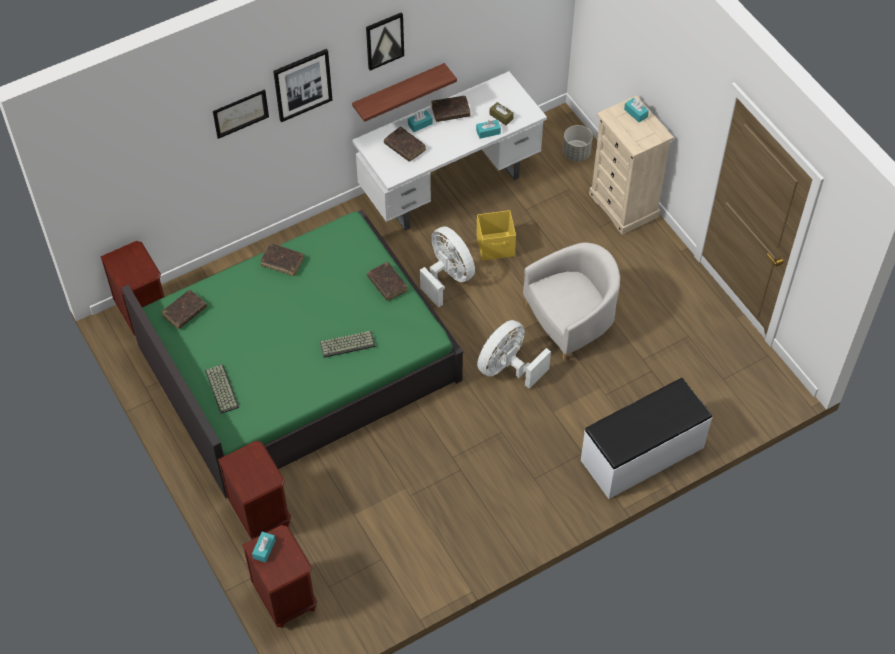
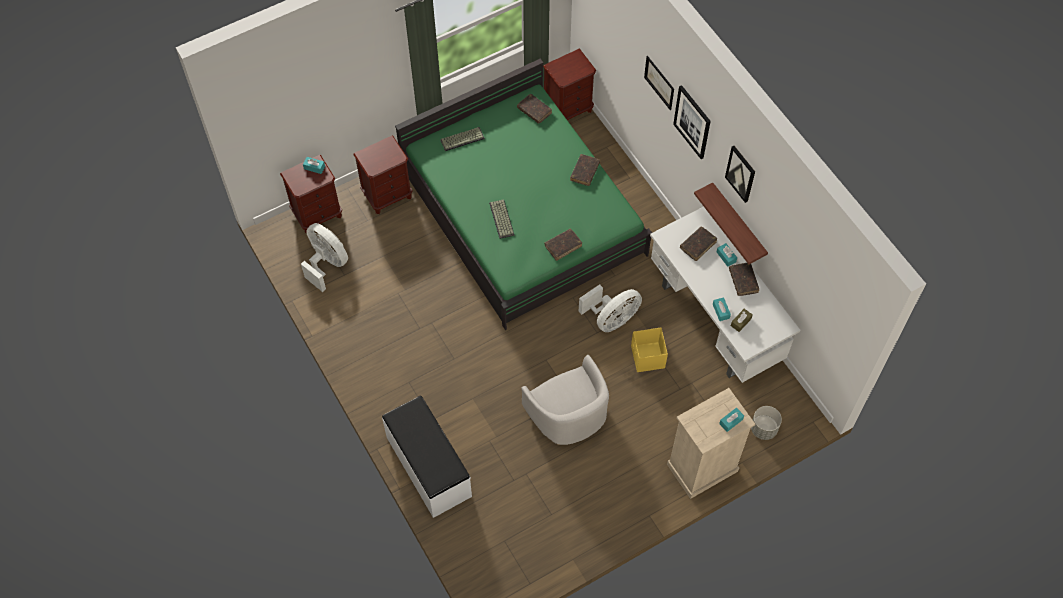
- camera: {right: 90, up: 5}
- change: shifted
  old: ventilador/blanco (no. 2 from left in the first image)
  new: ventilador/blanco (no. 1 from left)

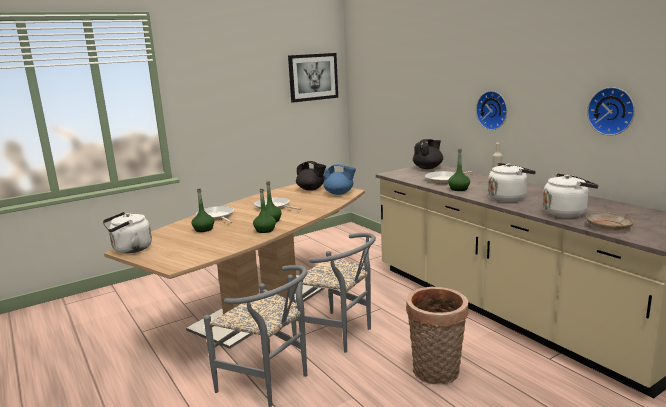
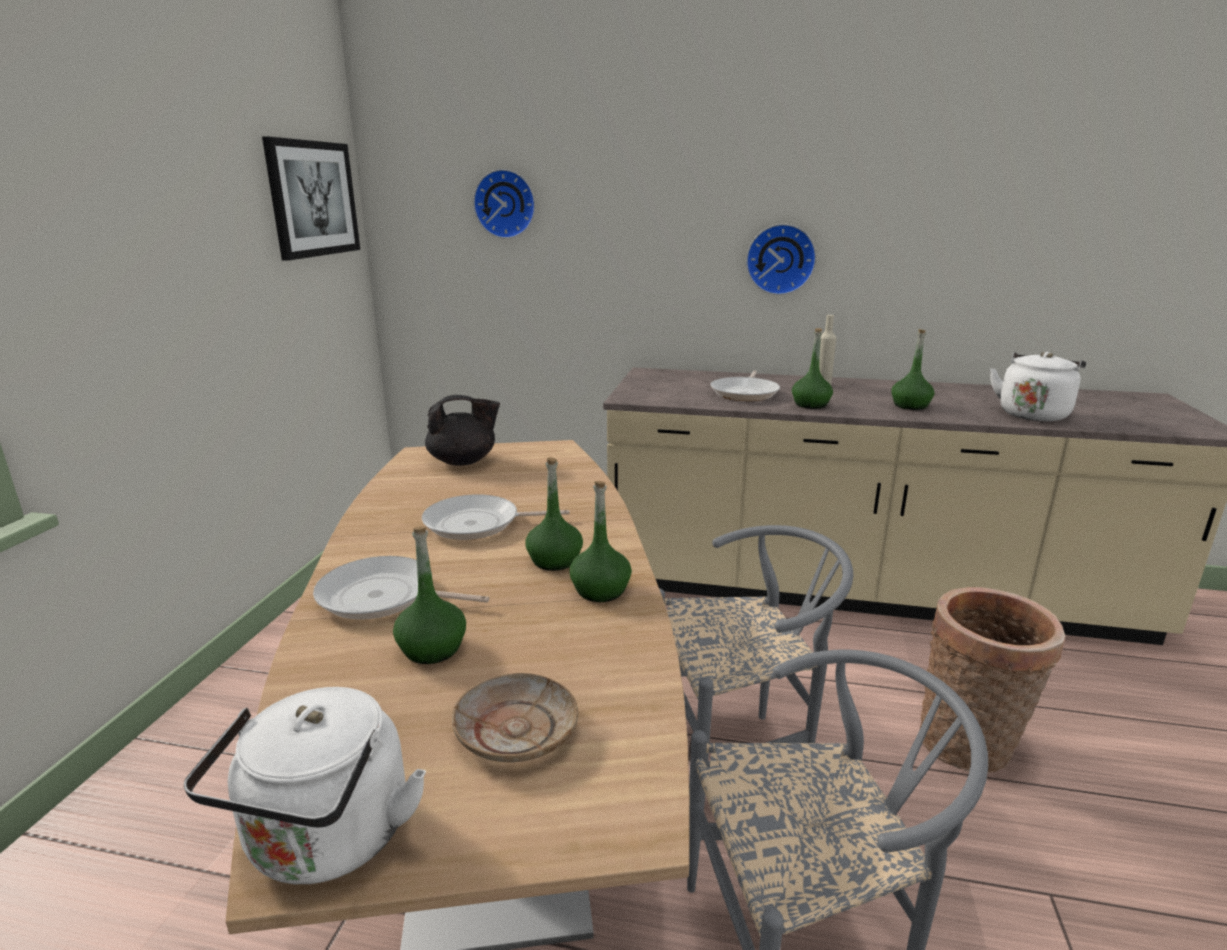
- camera: {right: -45, up: 5}
- change: gone
  old: tetera/azul
- change: gone
  old: tetera/negro (no. 2 from left)
- change: shifted
  old: plato/beis
- change: shifted
  old: reloj de pared (no. 2 from left in the first image)
  new: reloj de pared (no. 1 from left)
- change: swapped
  old: hervidor/blanco (no. 2 from left)
  new: botella/verde (no. 5 from left)

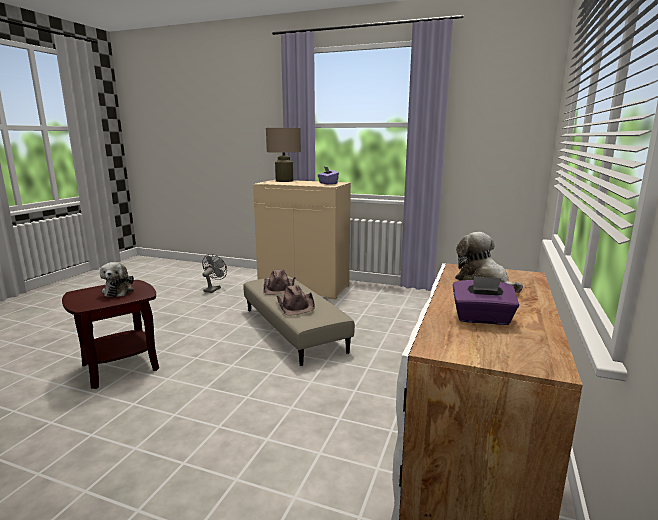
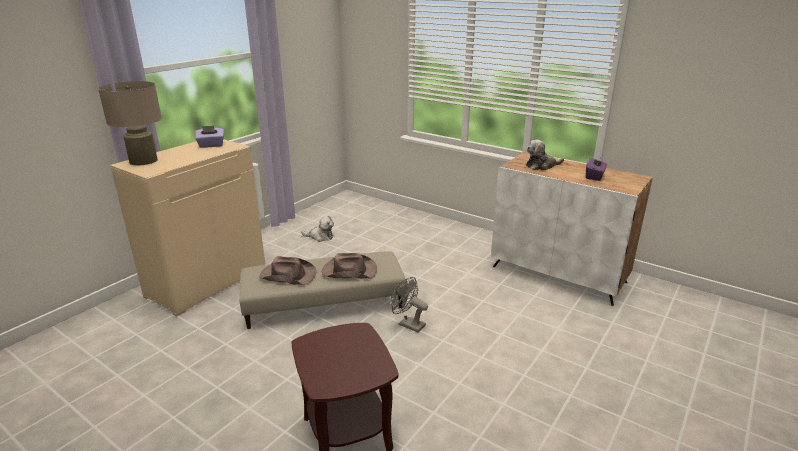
- camera: {right: -75, up: 10}
- change: shifted
  old: peluche (no. 1 from left)
- change: shifted
  old: ventilador/gris

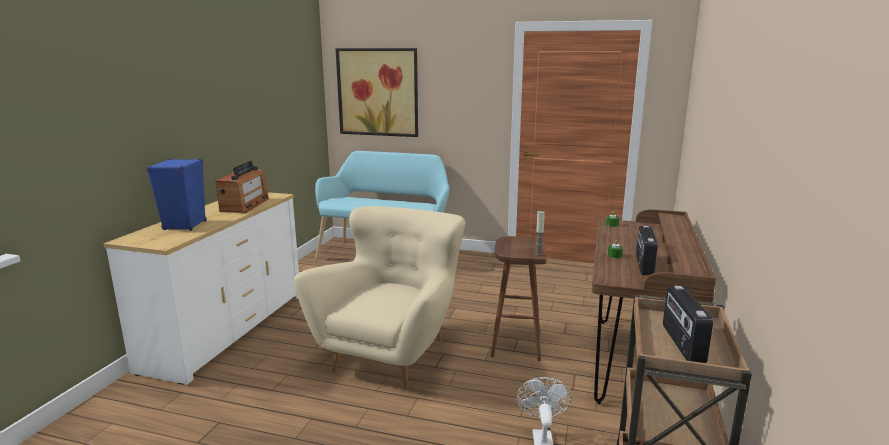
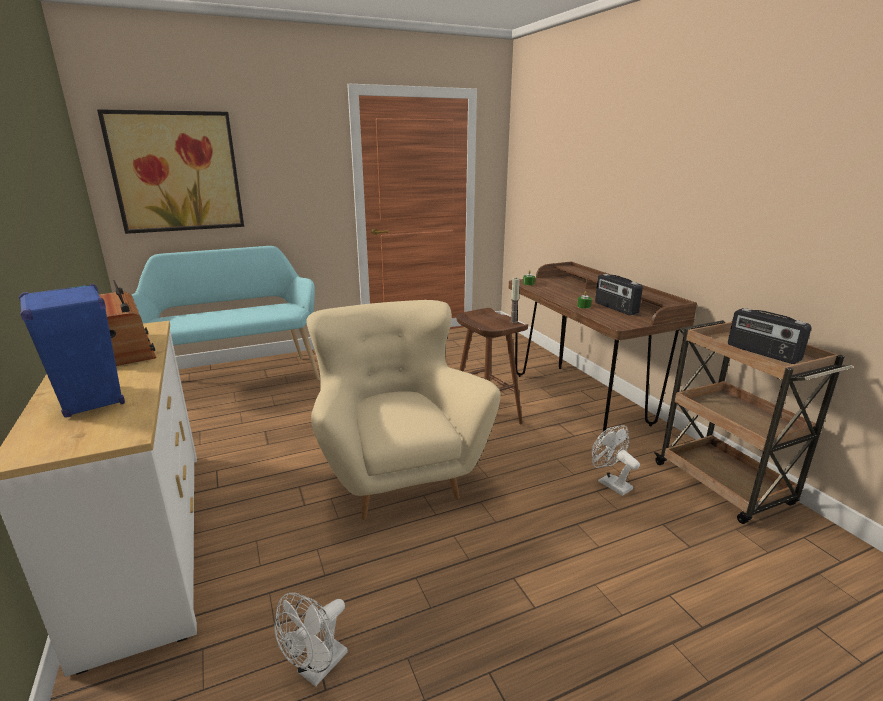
- camera: {right: -40, up: 5}
- change: new
  new: ventilador/blanco (no. 1 from left)

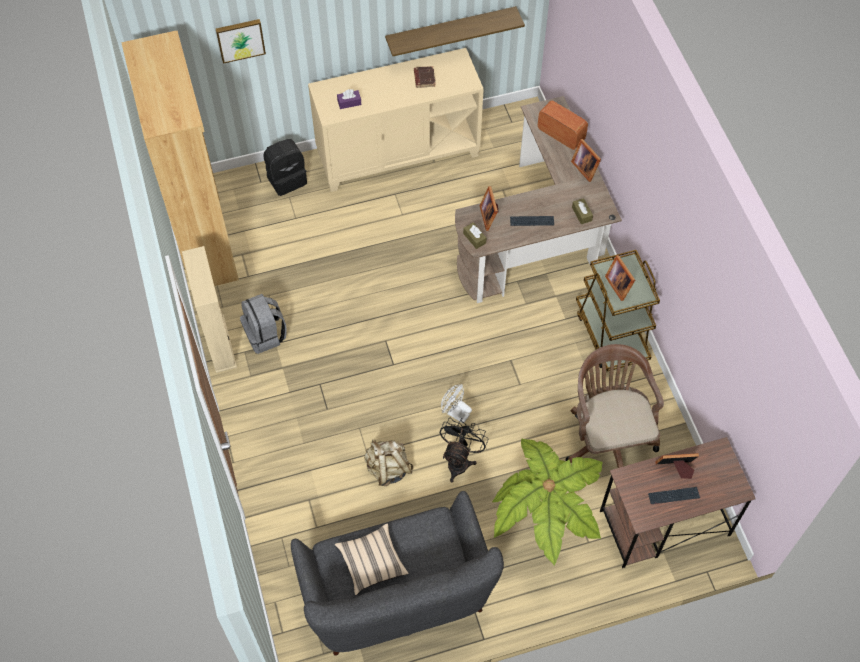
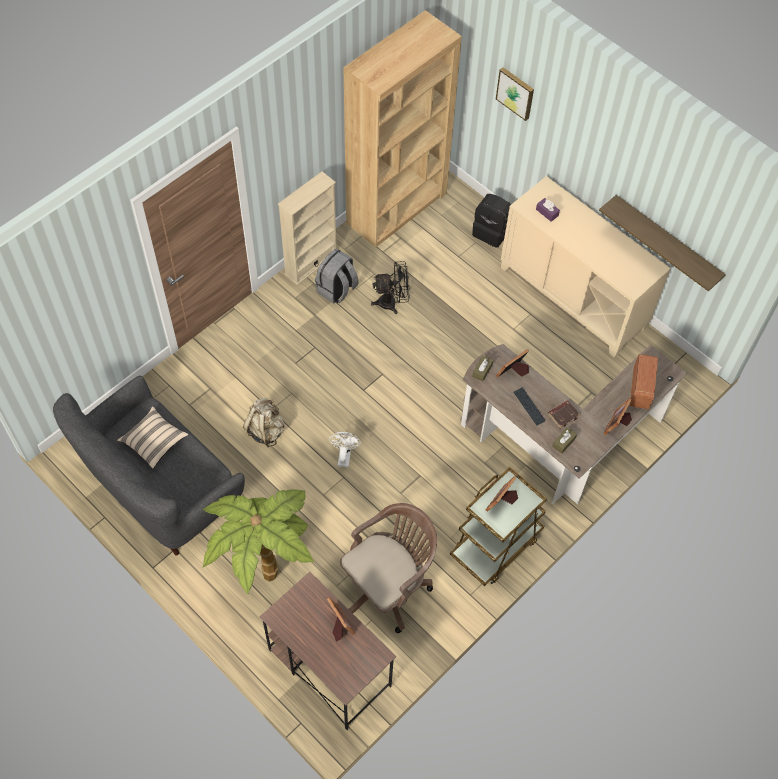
- camera: {right: 60, up: 0}
- change: gone
  old: teclado (no. 2 from left)
- change: shifted
  old: libro/marrón
- change: shifted
  old: ventilador/negro

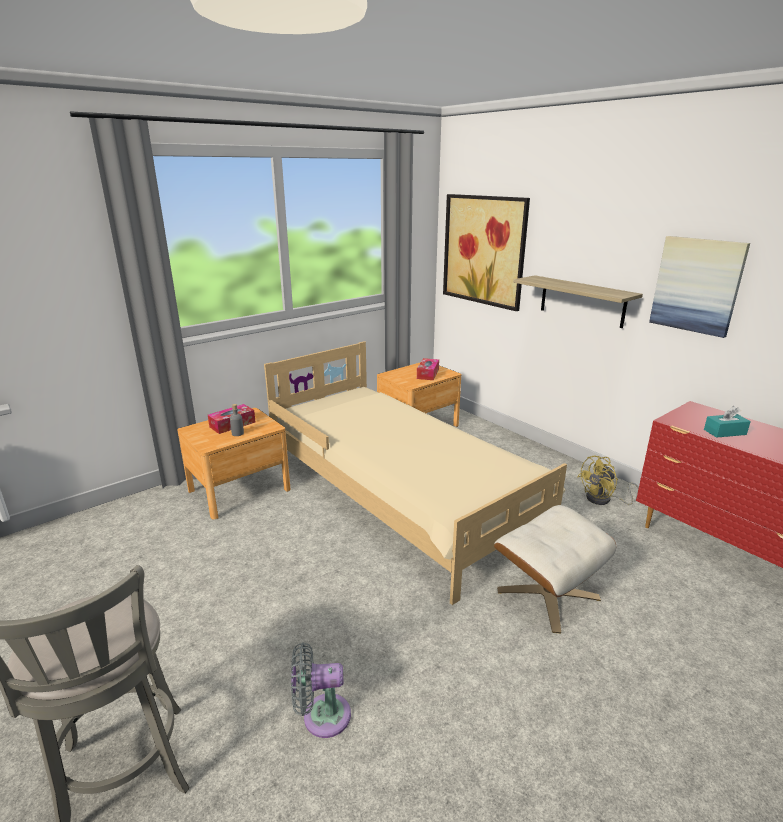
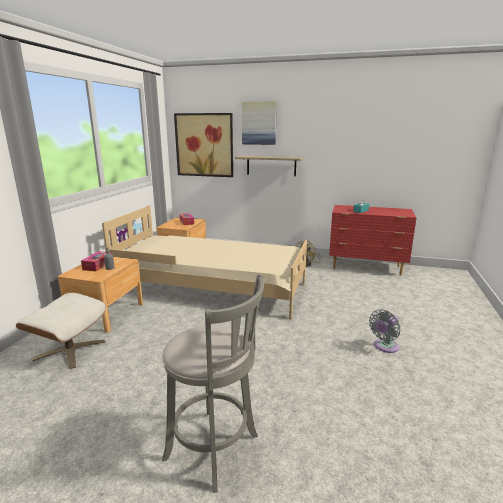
- camera: {right: -35, up: -5}
- change: shifted
  old: ventilador/gris
- change: shifted
  old: puf/beis
- change: shifted
  old: cuadro (no. 2 from left)

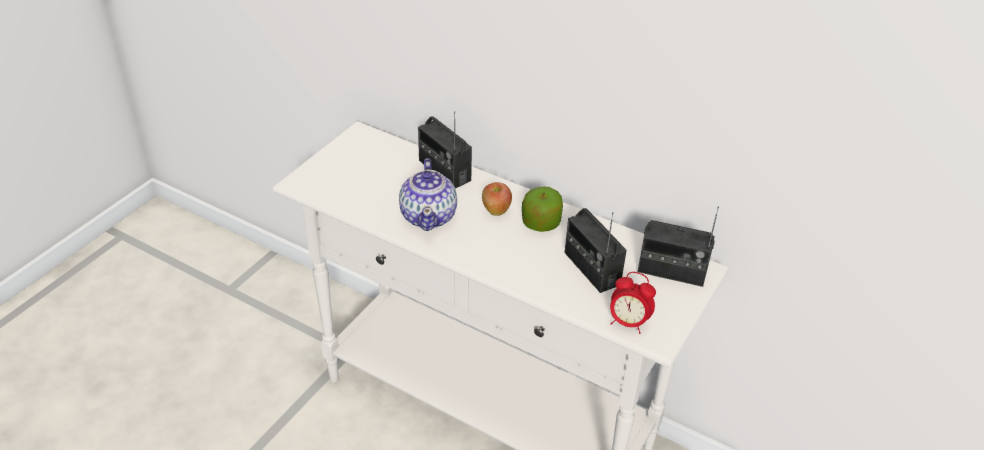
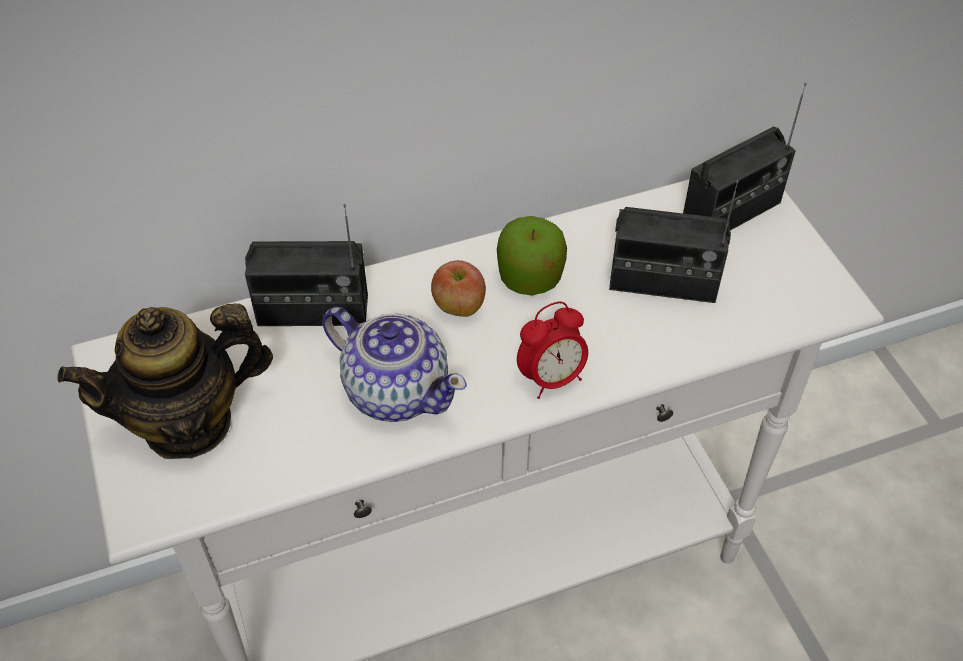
- camera: {right: -50, up: 10}
- change: new
  new: tetera (no. 1 from left)
- change: shifted
  old: despertador

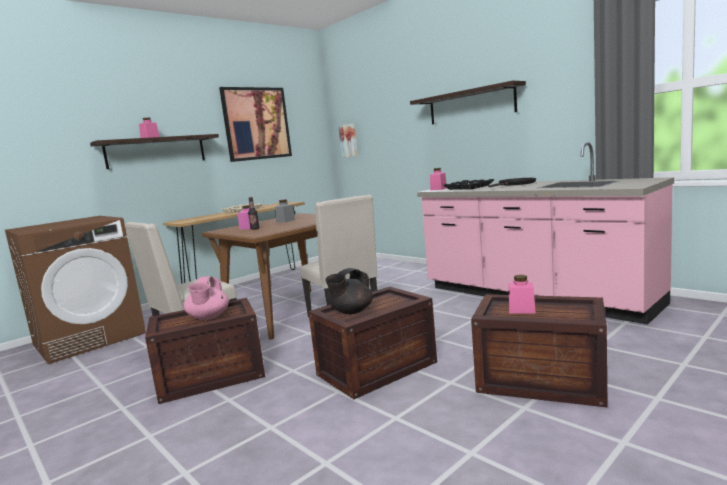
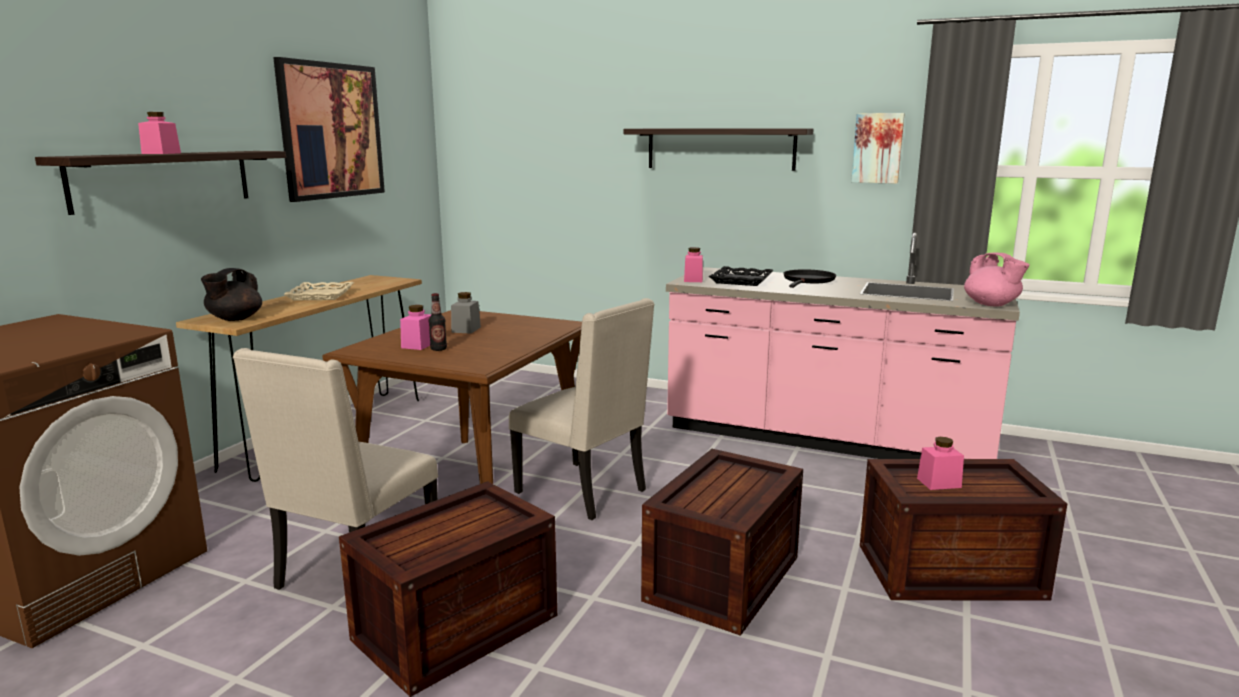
- camera: {right: -25, up: 5}
- change: shifted
  old: tetera/rosa
- change: shifted
  old: tetera/negro
- change: shifted
  old: cuadro (no. 2 from left)

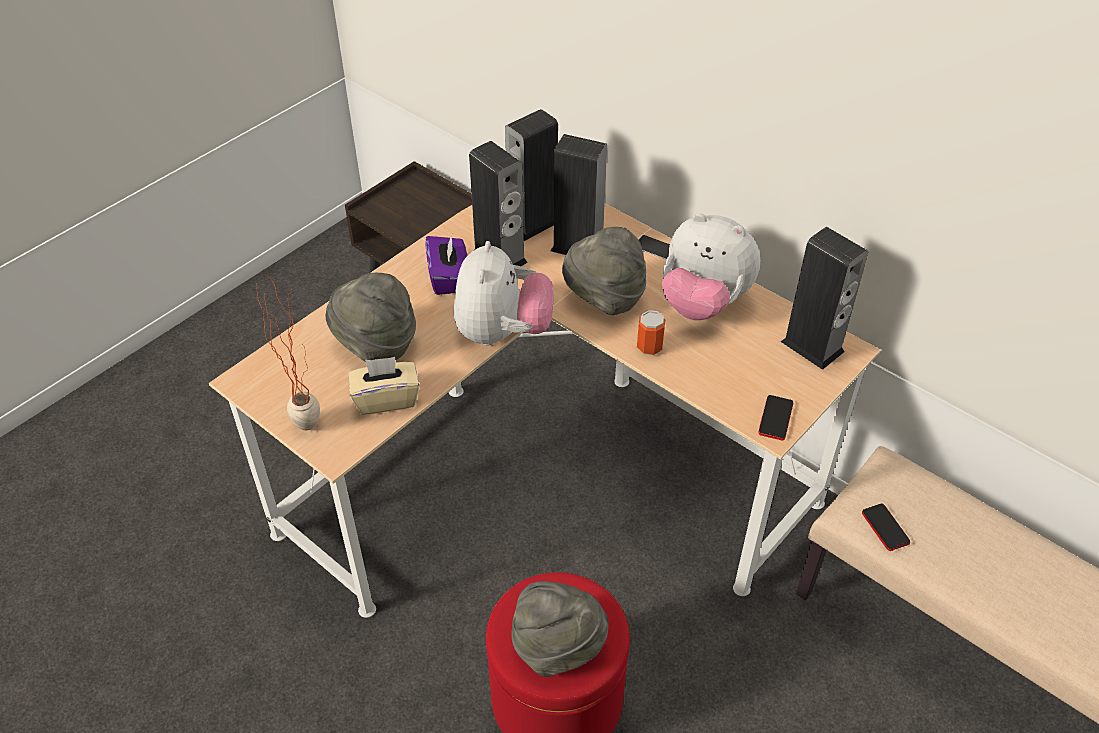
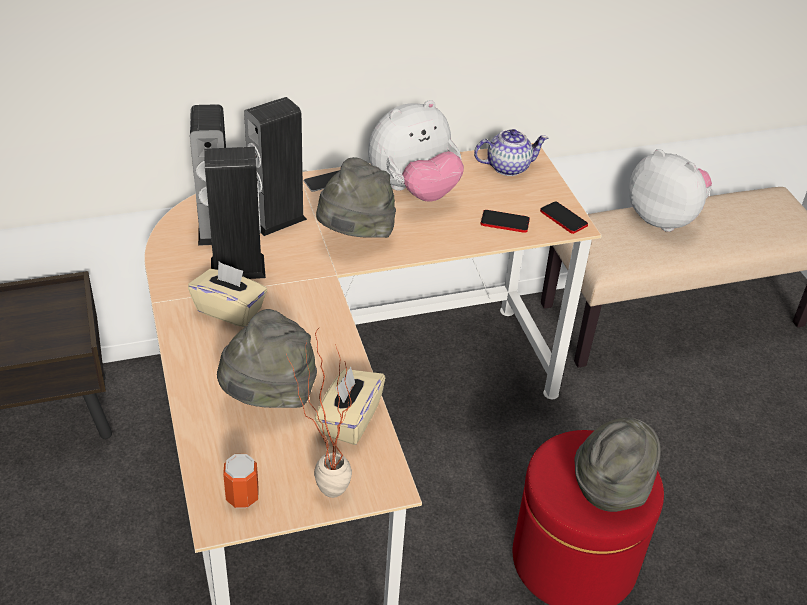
- camera: {right: -60, up: -5}
- change: shifted
  old: peluche (no. 1 from left in the first image)
  new: peluche (no. 2 from left)
- change: shifted
  old: lata
- change: shifted
  old: móvil (no. 3 from left in the first image)
  new: móvil (no. 2 from left)
- change: swapped
  old: altavoz (no. 4 from left)
  new: tetera
- change: repainted
  old: caja de pañuelos/morado
  new: caja de pañuelos/beis (no. 1 from left)

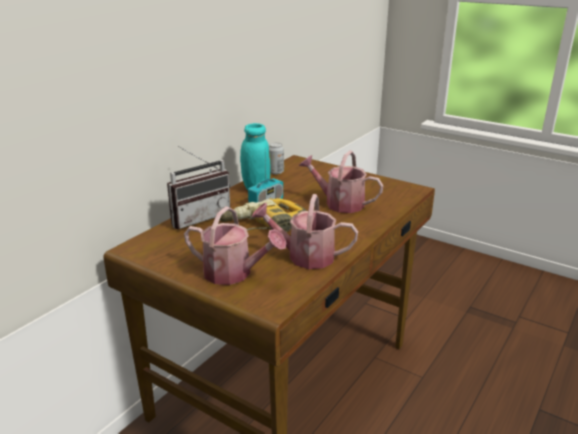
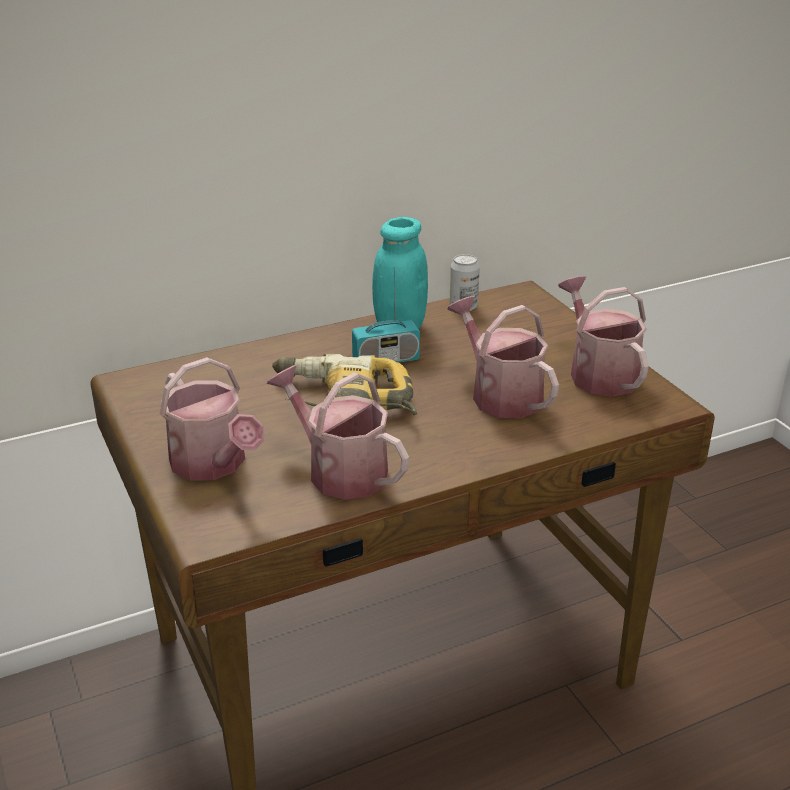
- camera: {right: 30, up: 5}
- change: gone
  old: radio (no. 1 from left)
- change: new
  new: regadera (no. 4 from left)

